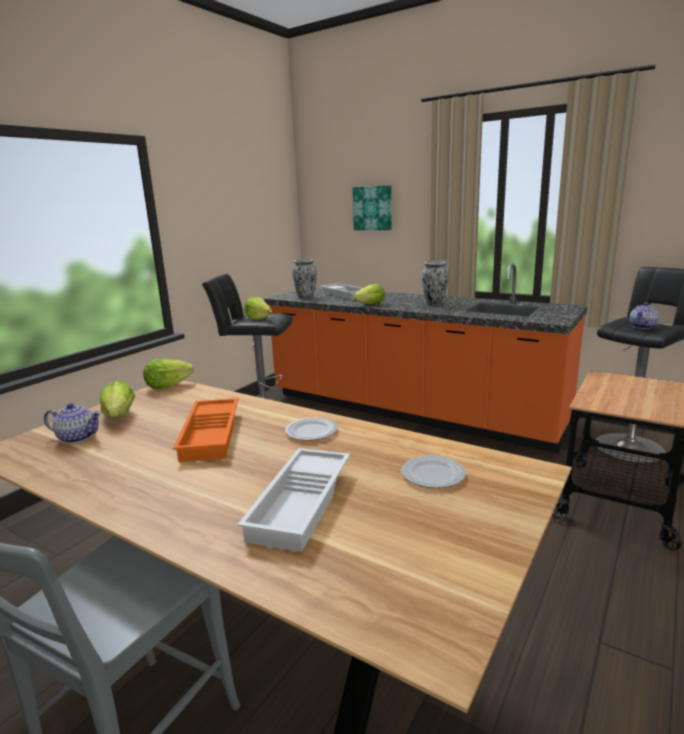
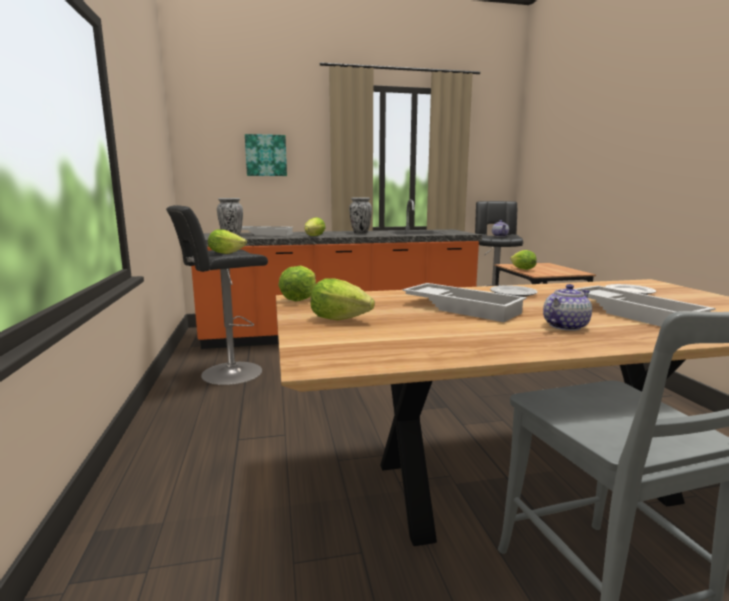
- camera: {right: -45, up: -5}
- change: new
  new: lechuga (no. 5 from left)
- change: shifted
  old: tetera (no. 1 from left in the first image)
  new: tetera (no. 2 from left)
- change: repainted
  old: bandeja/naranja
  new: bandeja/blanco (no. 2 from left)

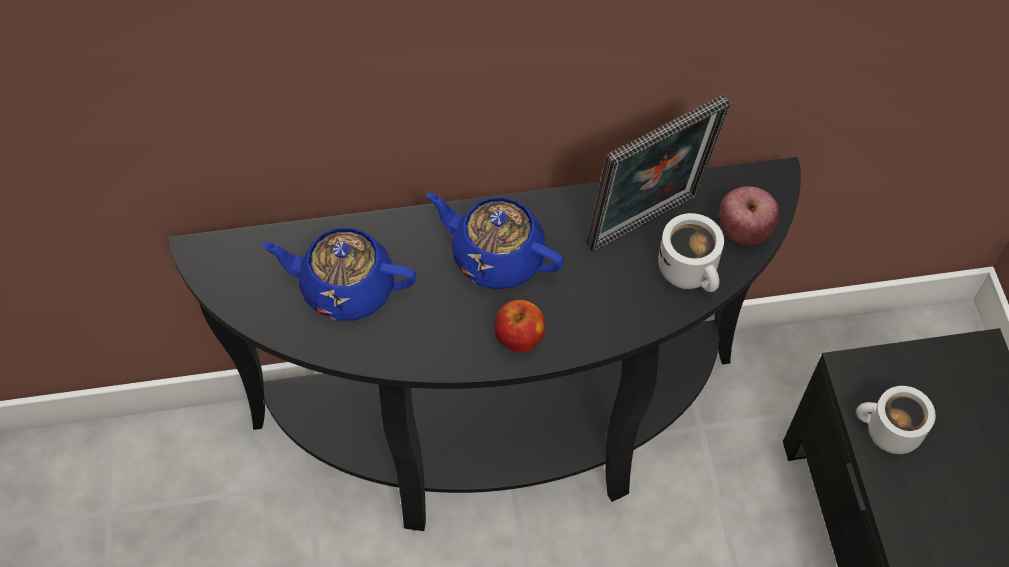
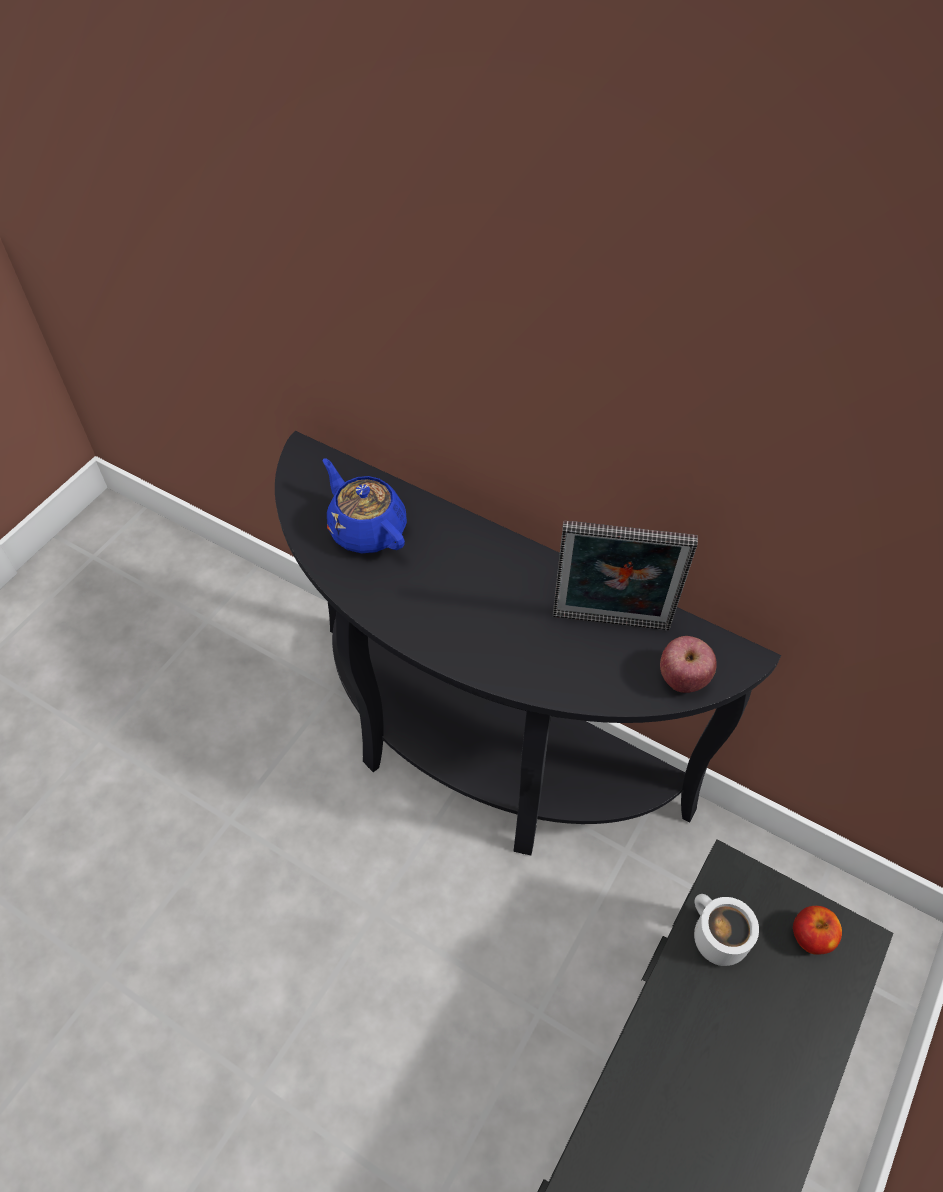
- camera: {right: 40, up: -5}
- change: gone
  old: tetera/azul (no. 2 from left)
- change: gone
  old: taza grande/blanco (no. 1 from left)
- change: shifted
  old: manzana (no. 1 from left in the first image)
  new: manzana (no. 2 from left)

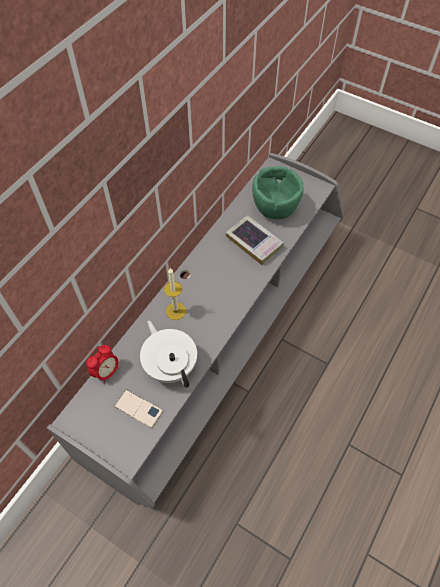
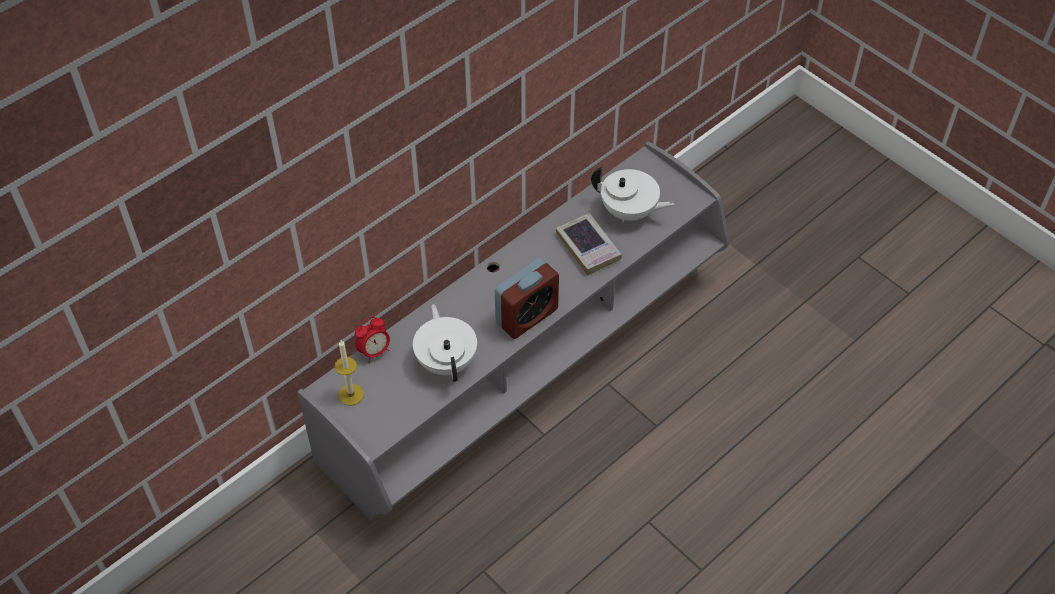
- camera: {right: 15, up: -5}
- change: gone
  old: móvil
- change: new
  new: despertador (no. 2 from left)
- change: shifted
  old: vela
- change: swapped
  old: cuenco/verde
  new: tetera/blanco (no. 2 from left)

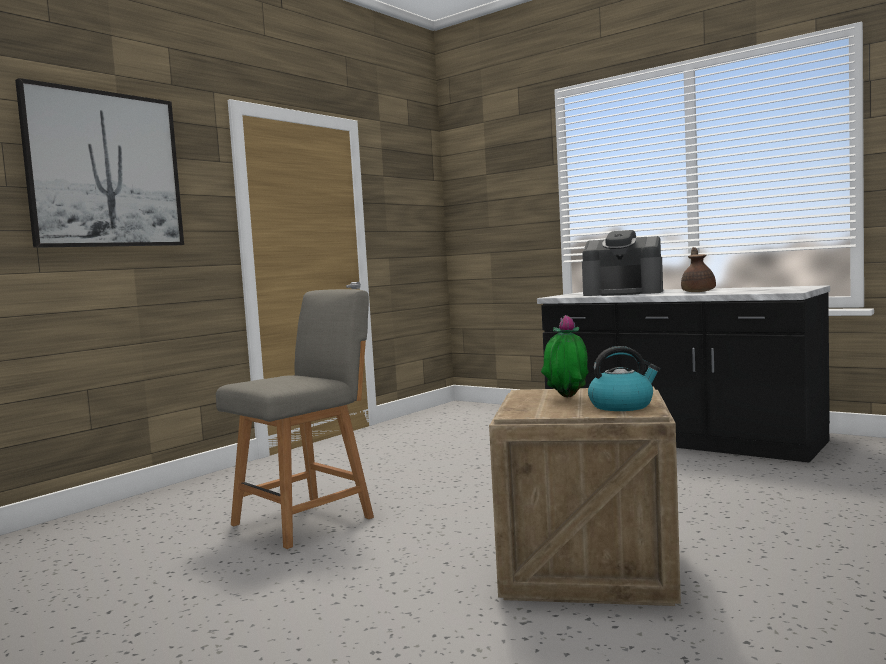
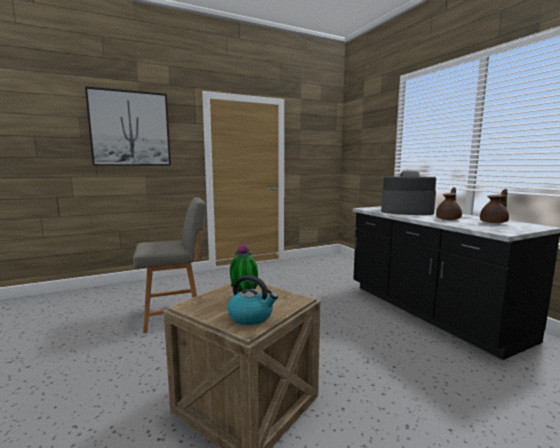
- camera: {right: 25, up: 5}
- change: new
  new: tetera/marrón (no. 2 from left)
- change: rotated
  old: cafetera
  degrees: 150

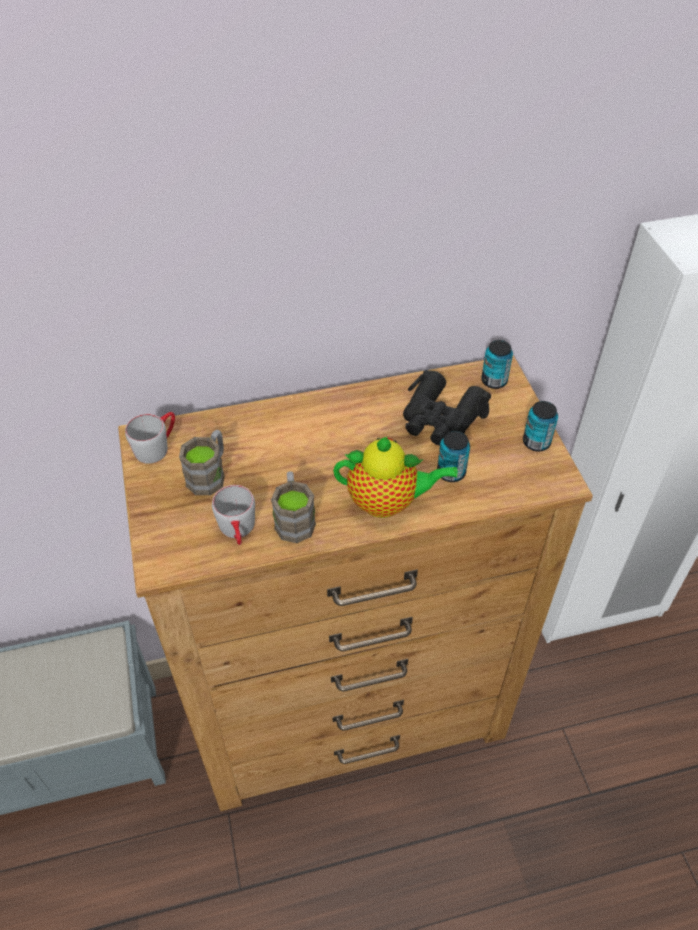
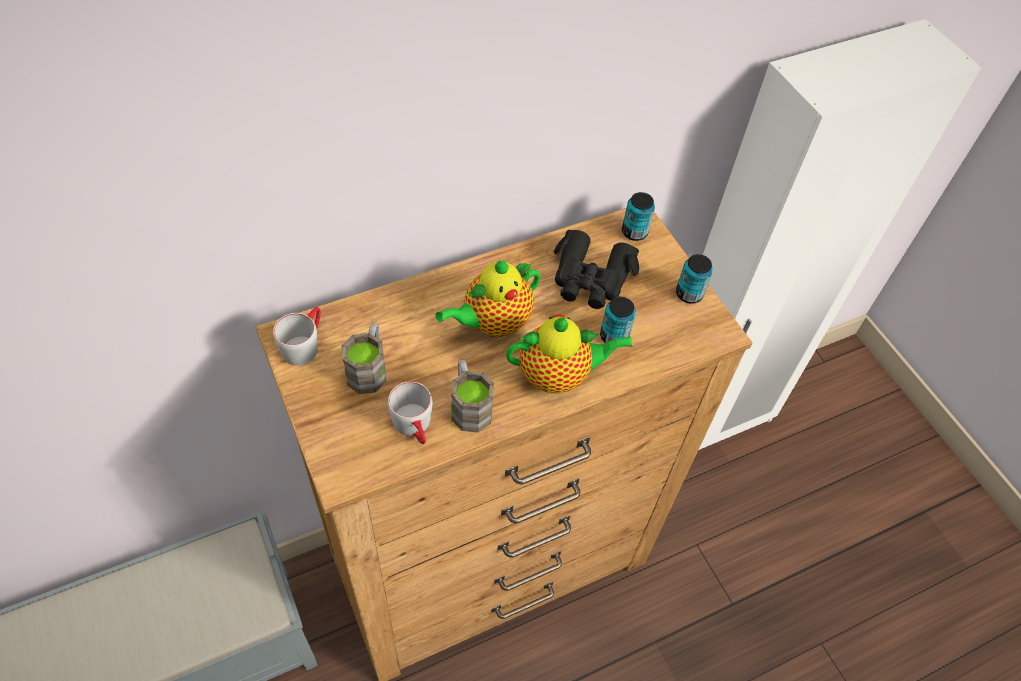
- camera: {right: -15, up: 5}
- change: new
  new: tetera (no. 1 from left)

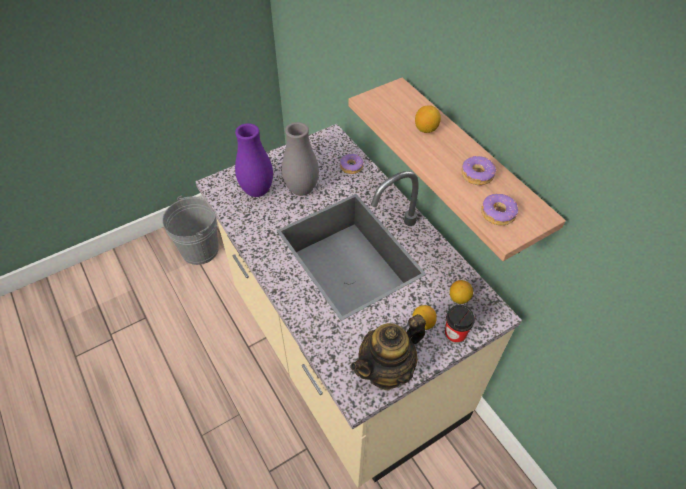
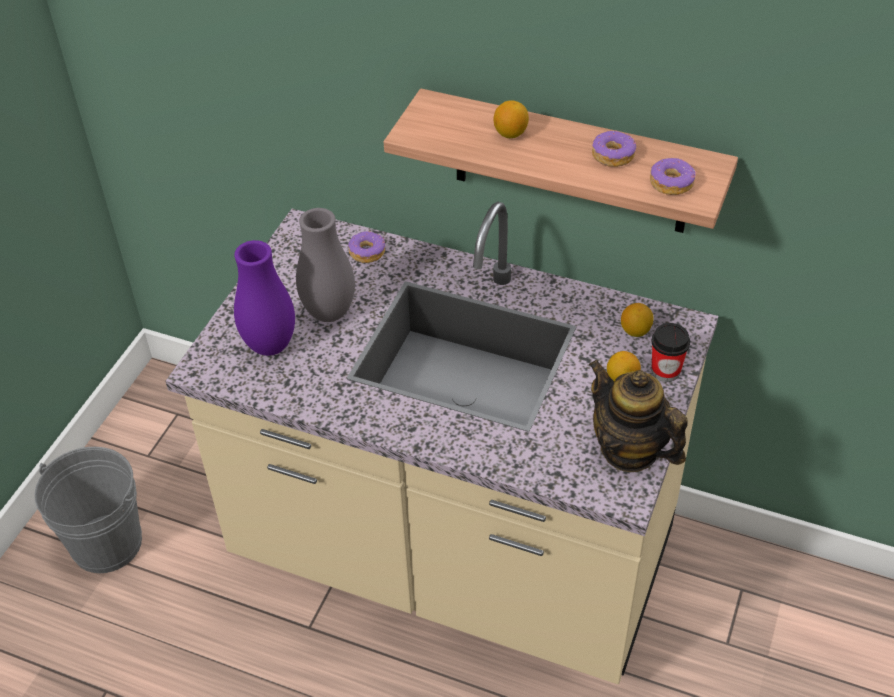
- camera: {right: -35, up: -5}
- change: rotated
  old: tetera
  degrees: 120

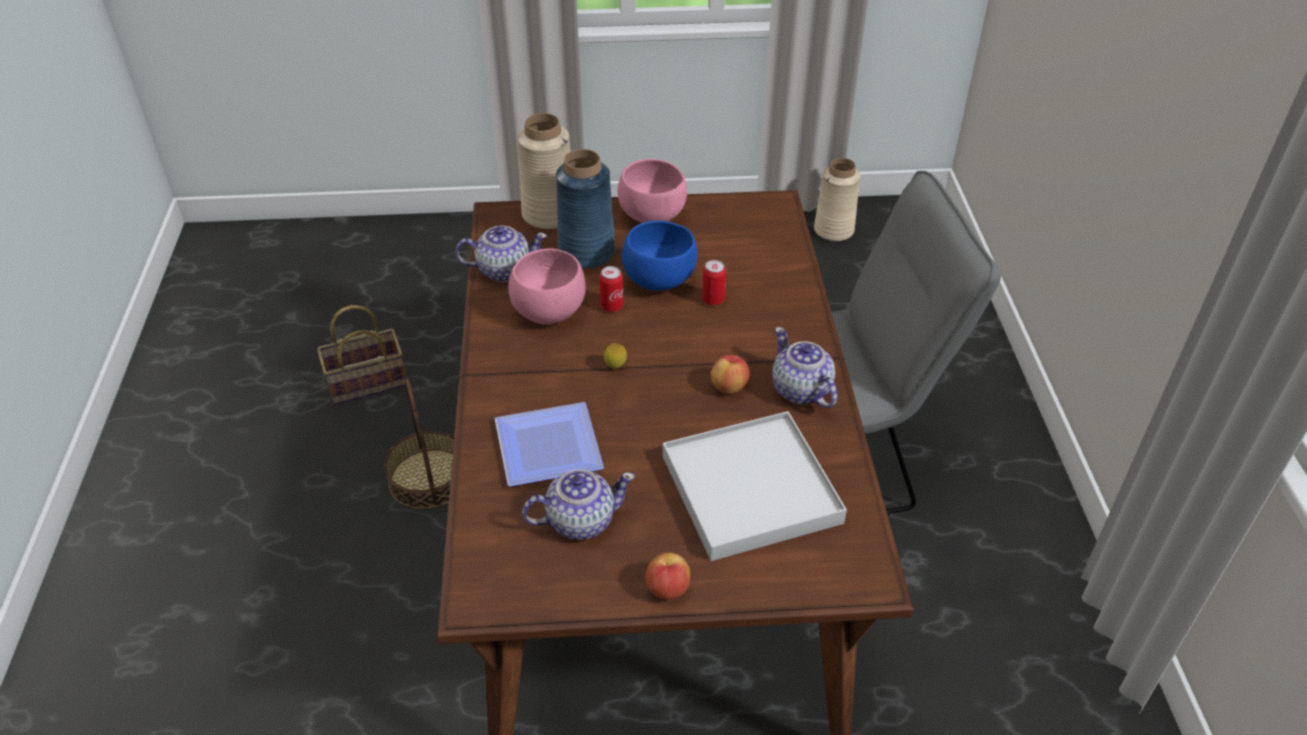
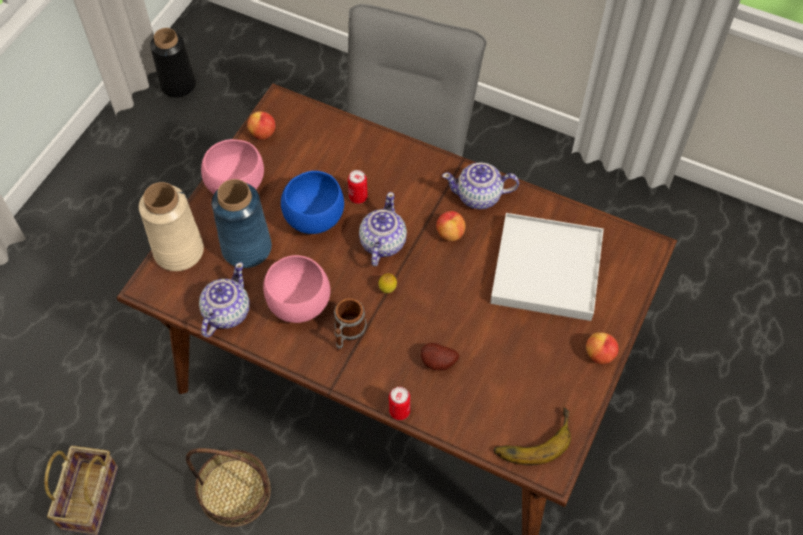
- camera: {right: -60, up: 15}
- change: new
  new: manzana (no. 1 from left)
- change: new
  new: taza grande
- change: new
  new: plátano
- change: shifted
  old: tetera (no. 2 from left)
- change: shifted
  old: lata (no. 1 from left in the first image)
  new: lata (no. 2 from left)
- change: swapped
  old: plato
  new: patata
- change: repainted
  old: florero/beis (no. 2 from left)
  new: florero/negro

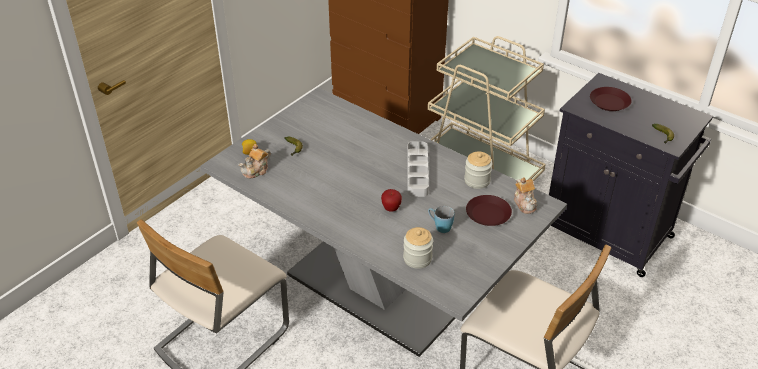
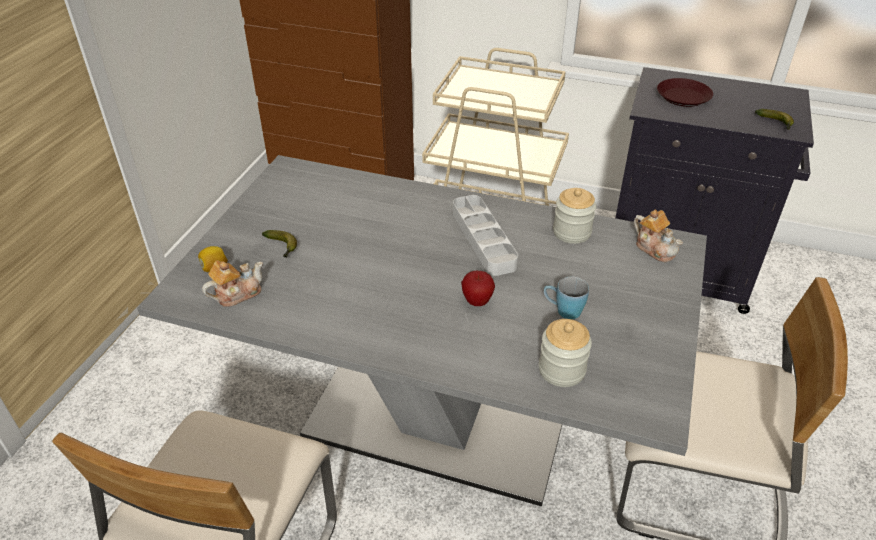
- camera: {right: -20, up: 0}
- change: gone
  old: plato/marrón (no. 1 from left)
- change: rotated
  old: tetera (no. 1 from left)
  degrees: -150

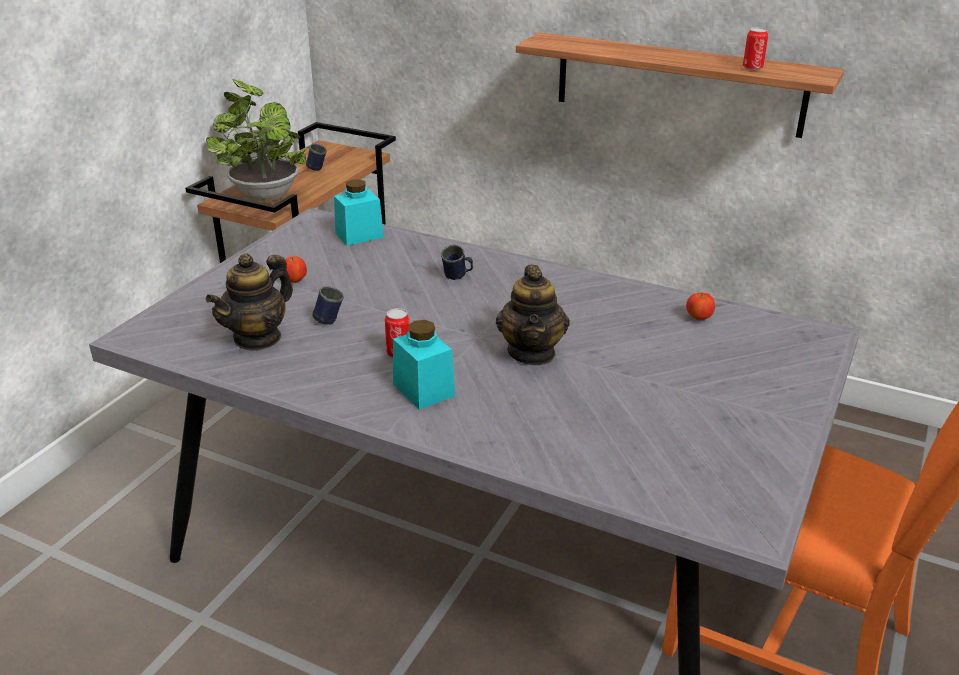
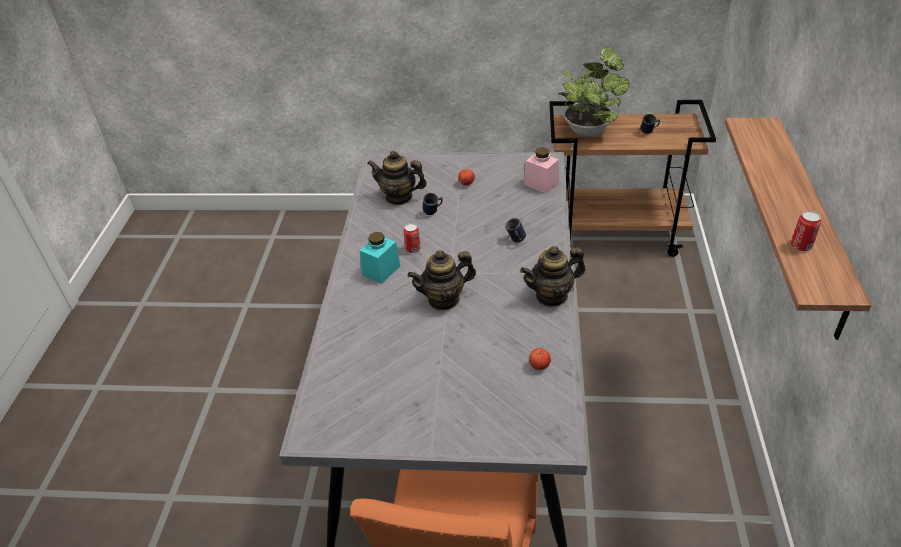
- camera: {right: 70, up: 10}
- change: new
  new: tetera (no. 3 from left)
- change: repainted
  old: tarro/turquesa (no. 1 from left)
  new: tarro/rosa

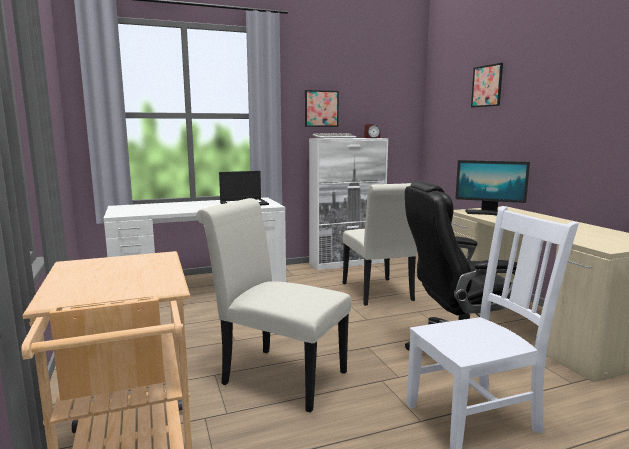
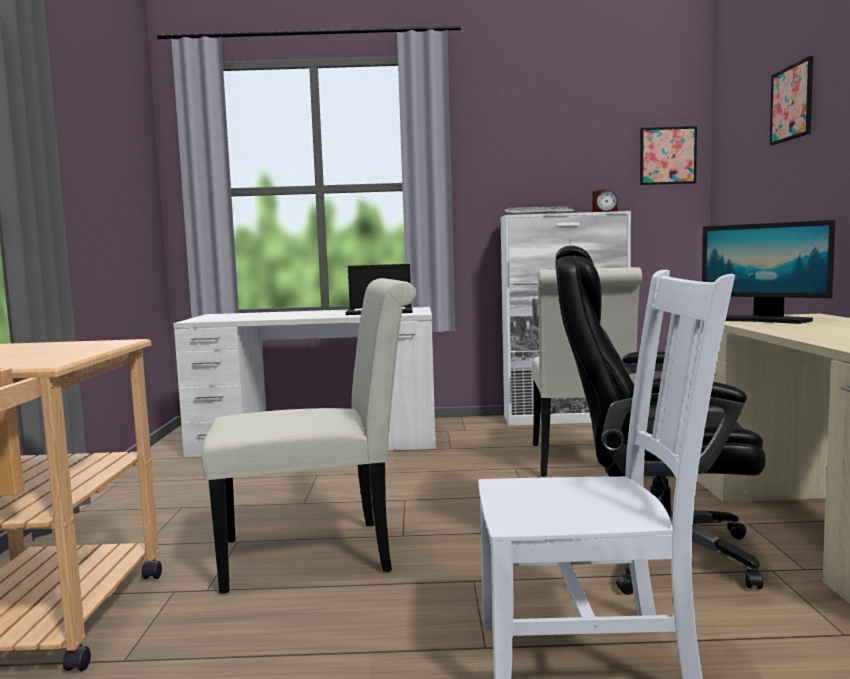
- camera: {right: 20, up: -5}
- change: shifted
  old: cuadro (no. 1 from left)
- change: rotated
  old: silla/blanco (no. 1 from left)
  degrees: 120

